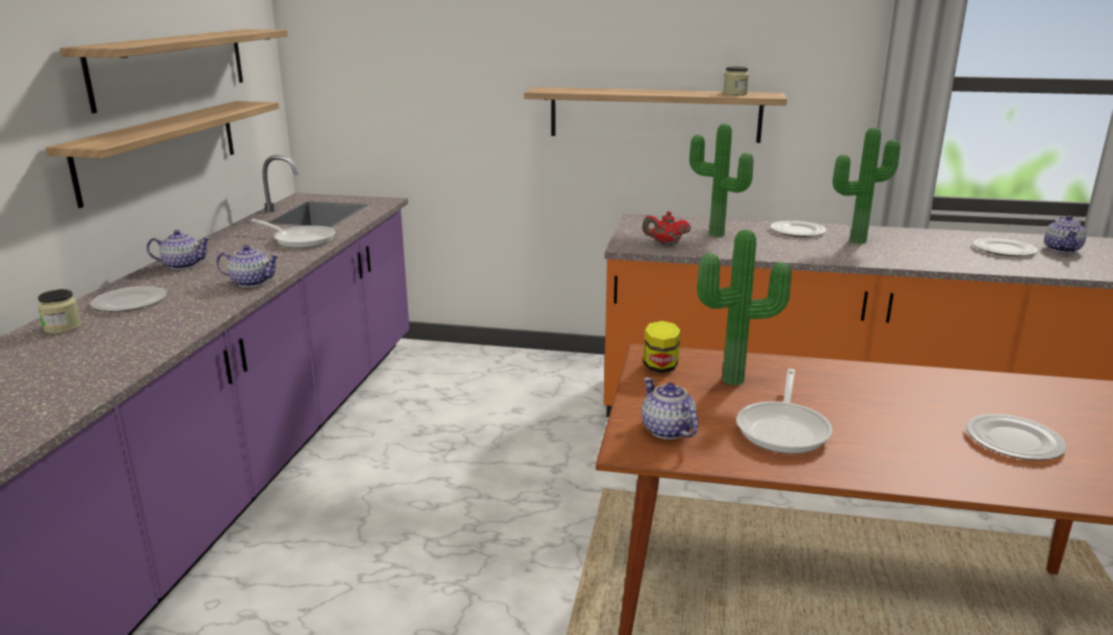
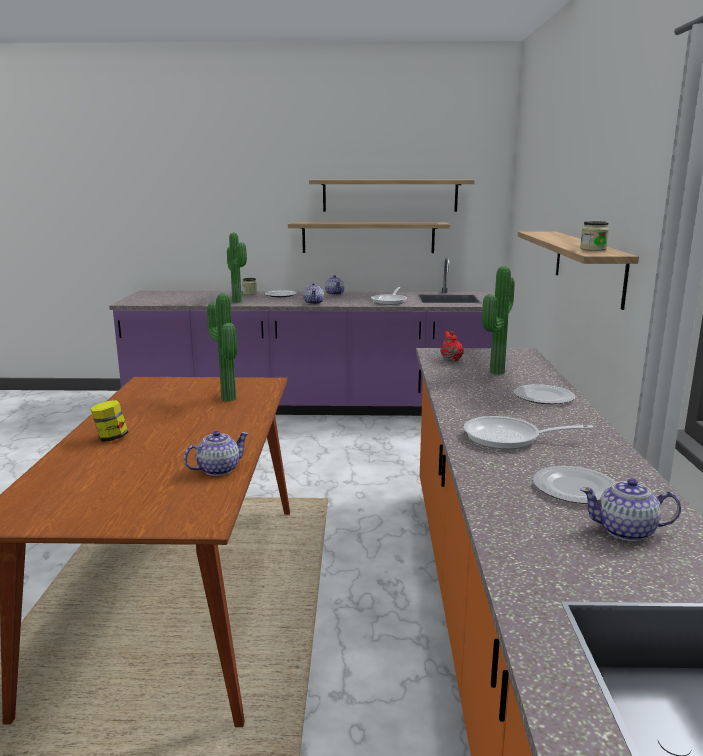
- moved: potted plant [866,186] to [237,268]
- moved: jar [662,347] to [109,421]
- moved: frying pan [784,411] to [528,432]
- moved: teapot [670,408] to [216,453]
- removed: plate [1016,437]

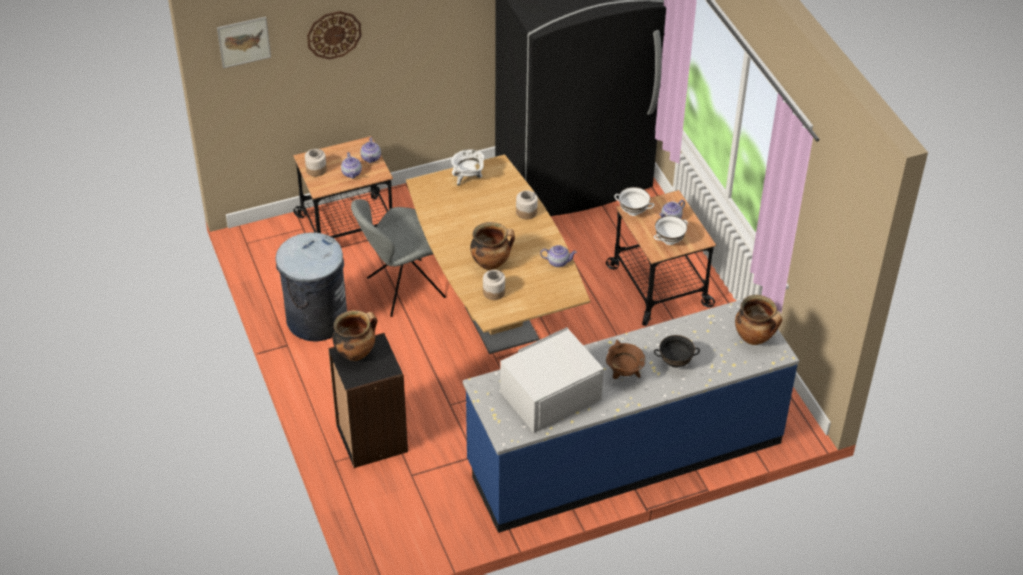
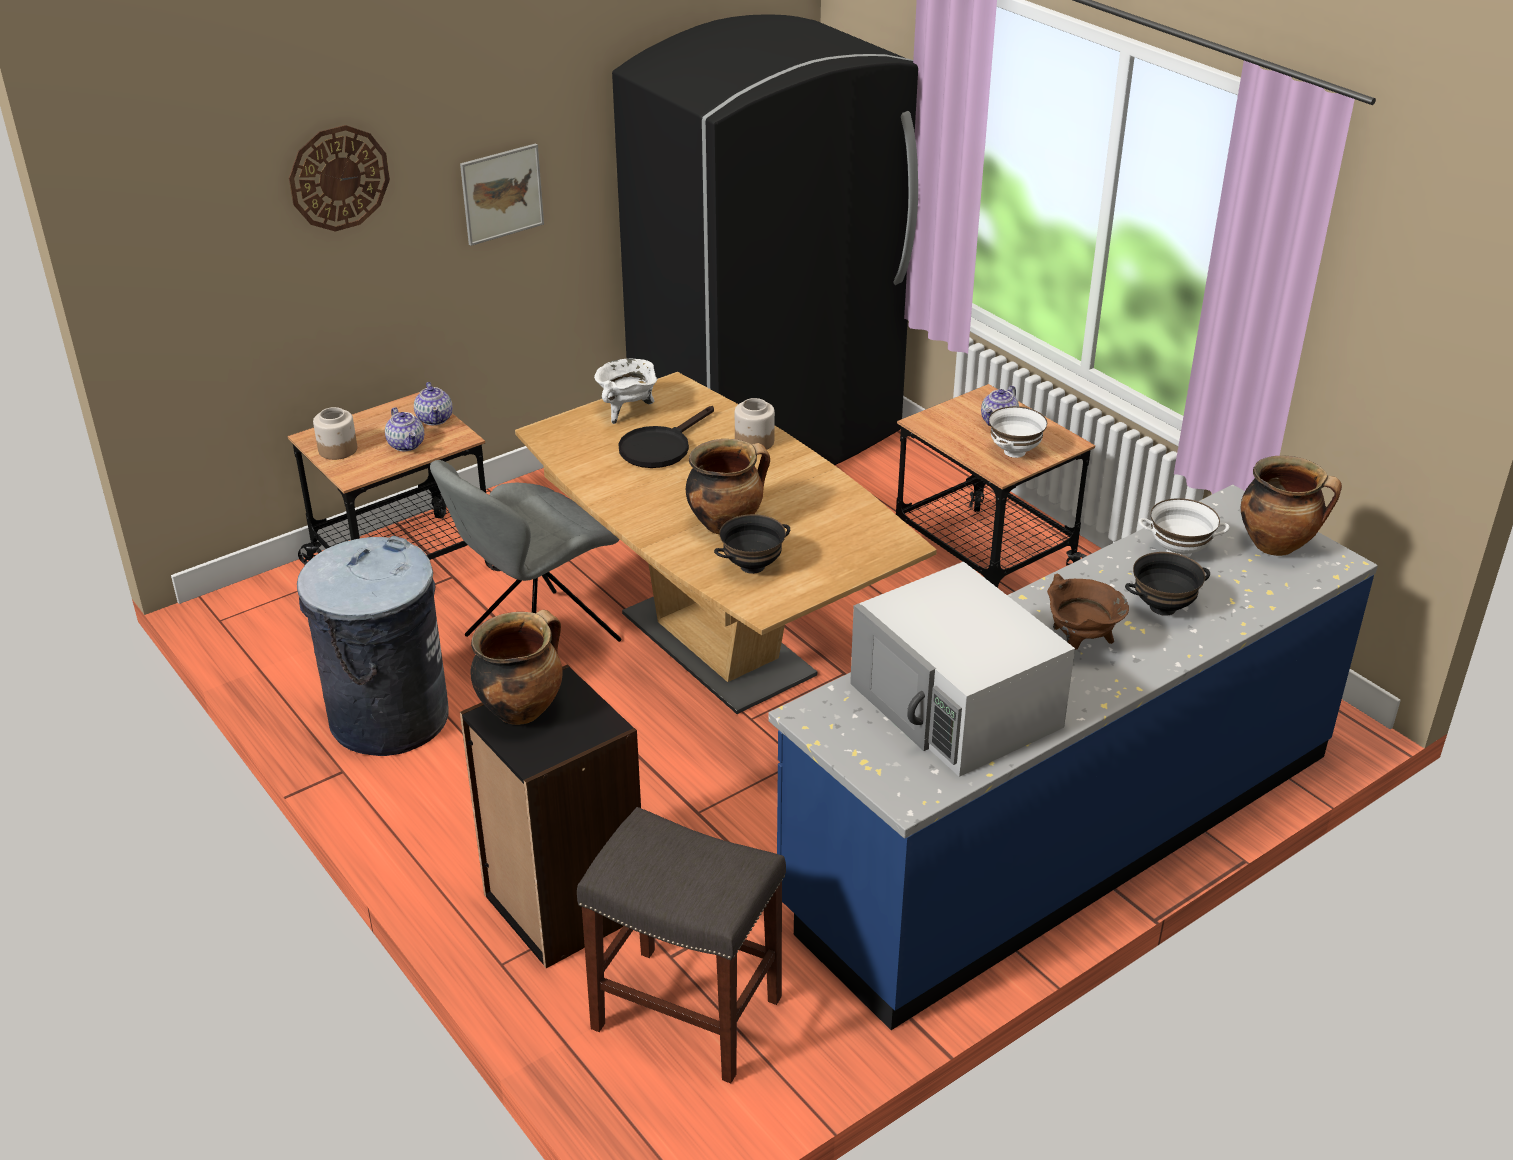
- moved: picture [244,42] to [502,194]
- moved: white bowl [634,201] to [1184,527]
- removed: teapot [558,256]
- replaced: jar [494,285] to black bowl [752,544]
- turned: white microwave [552,380] = [962,669] 75 degrees counterclockwise
- added: black frying pan [666,437]
- added: grey stool [681,945]

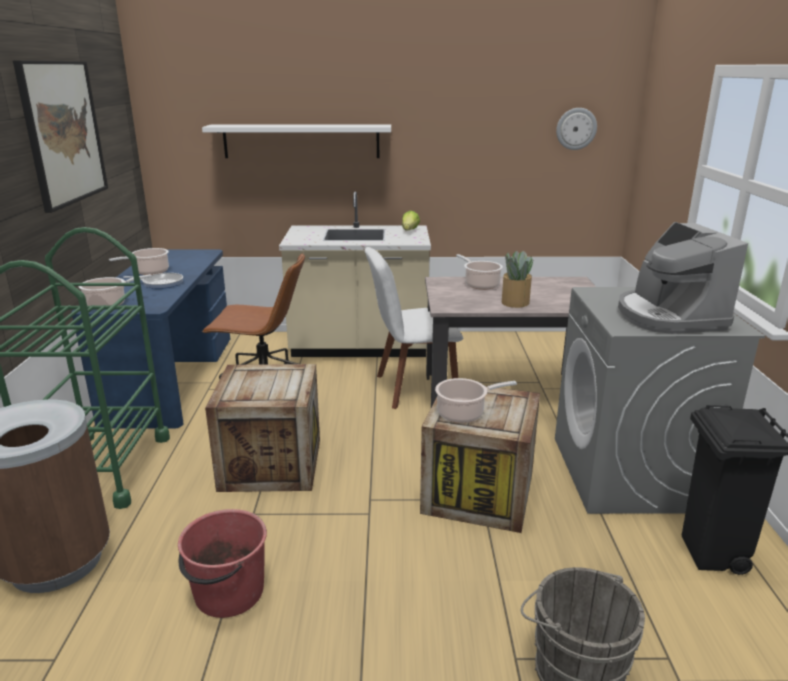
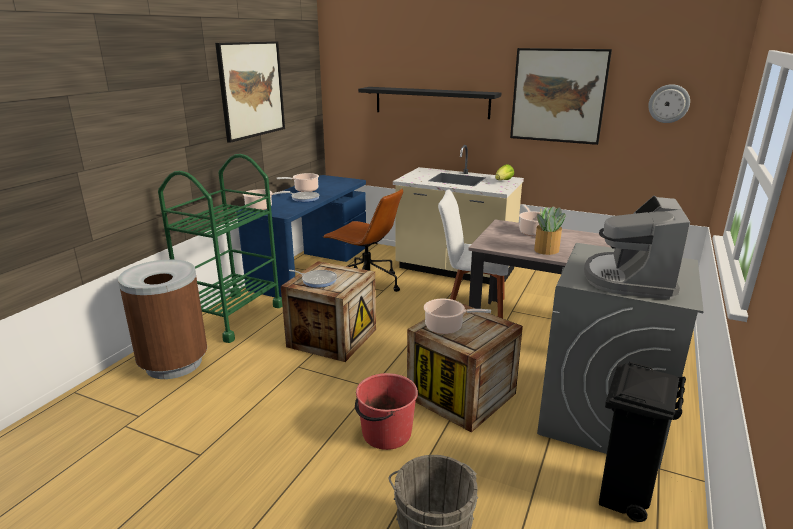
- recoloured: white shelf [296,141] to black shelf [429,103]
- moved: red bucket [222,563] to [386,411]
- added: picture [561,96]
- added: frying pan [313,279]

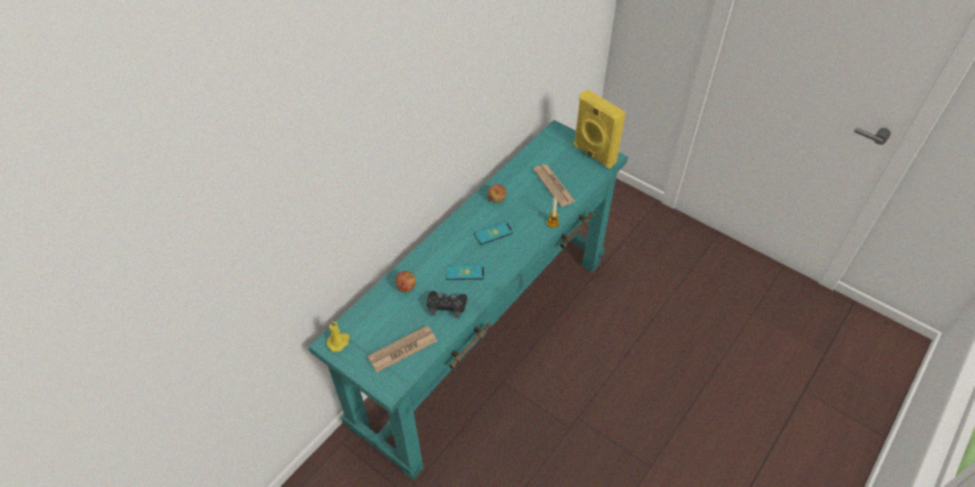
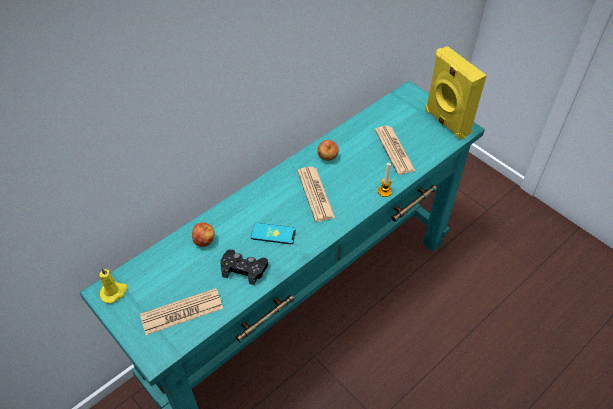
- replaced: phone [493,233] to newspaper [316,194]

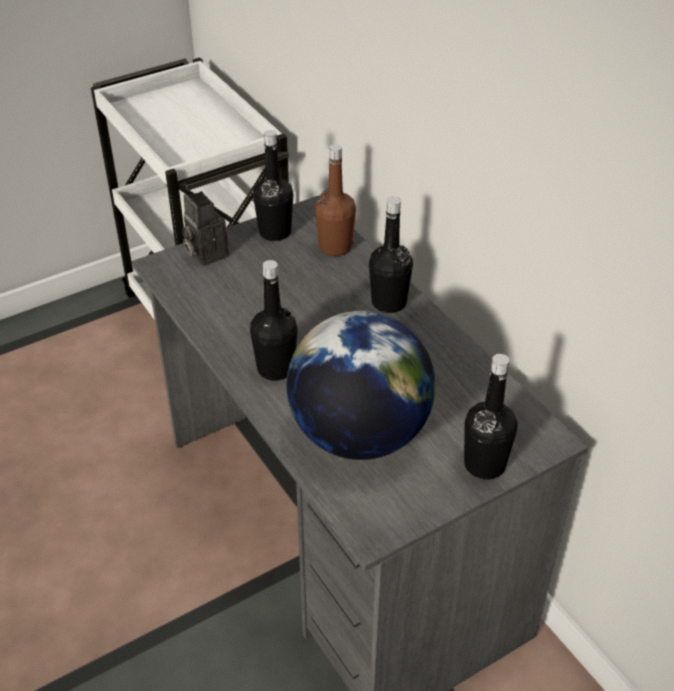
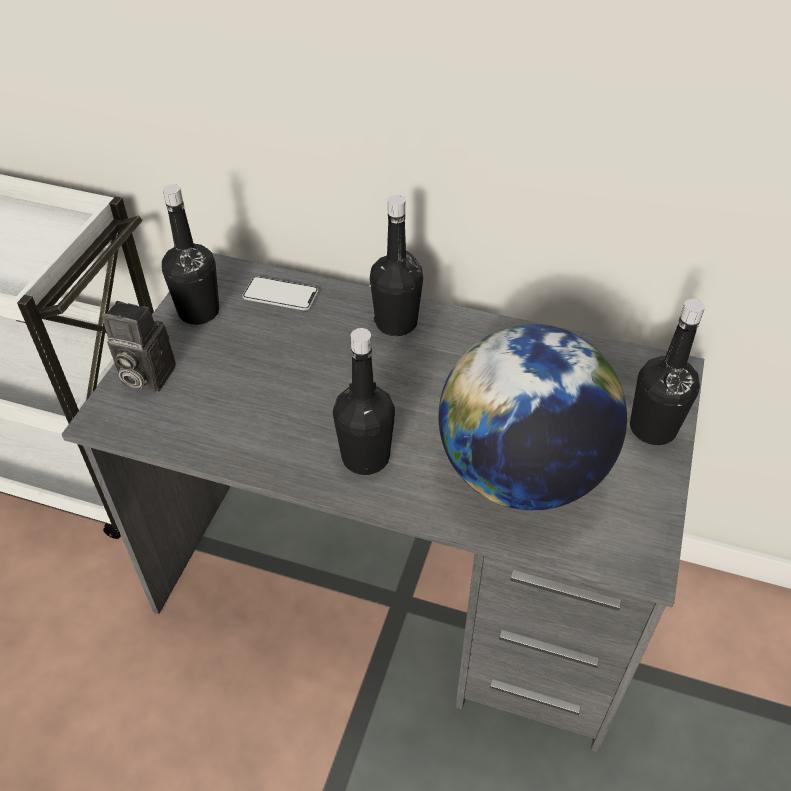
- replaced: brown bottle [335,200] to phone [280,293]

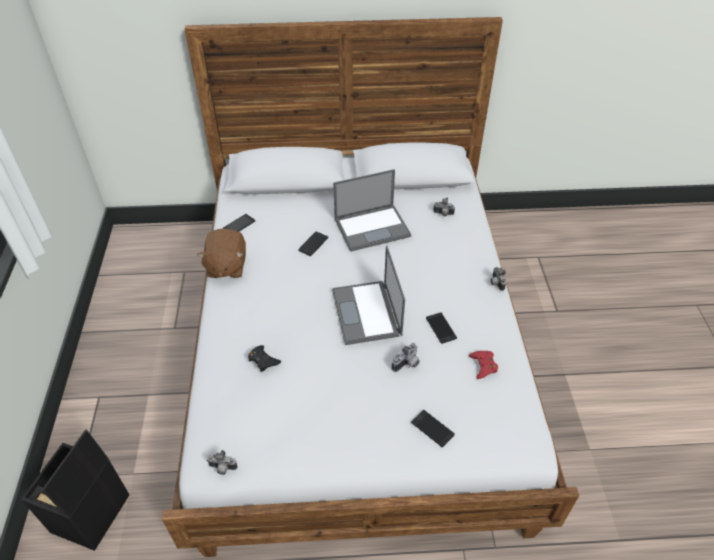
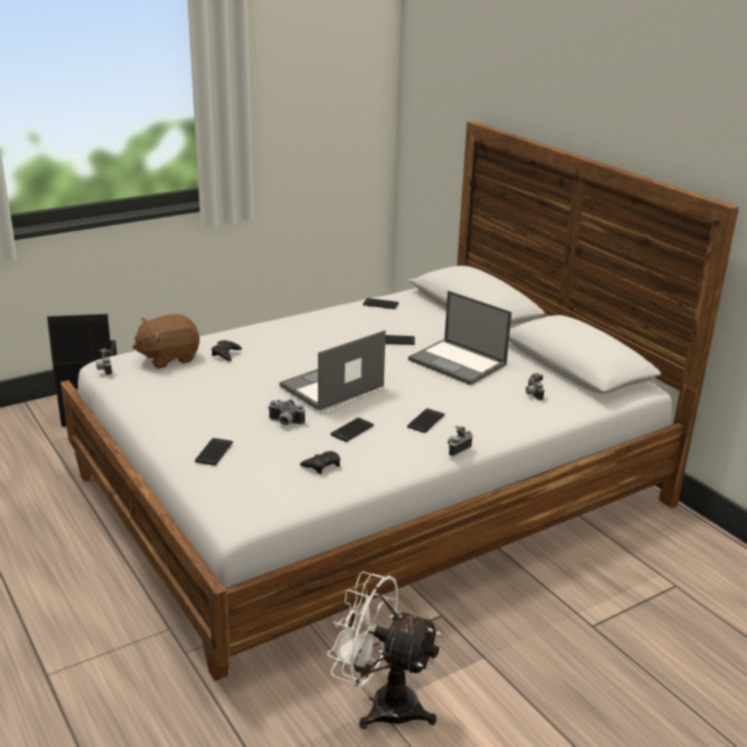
- moved: brown plush toy [221,253] to [166,341]
- recoloured: red game controller [483,365] to black game controller [320,462]
- added: phone [426,420]
- added: white fan [384,650]

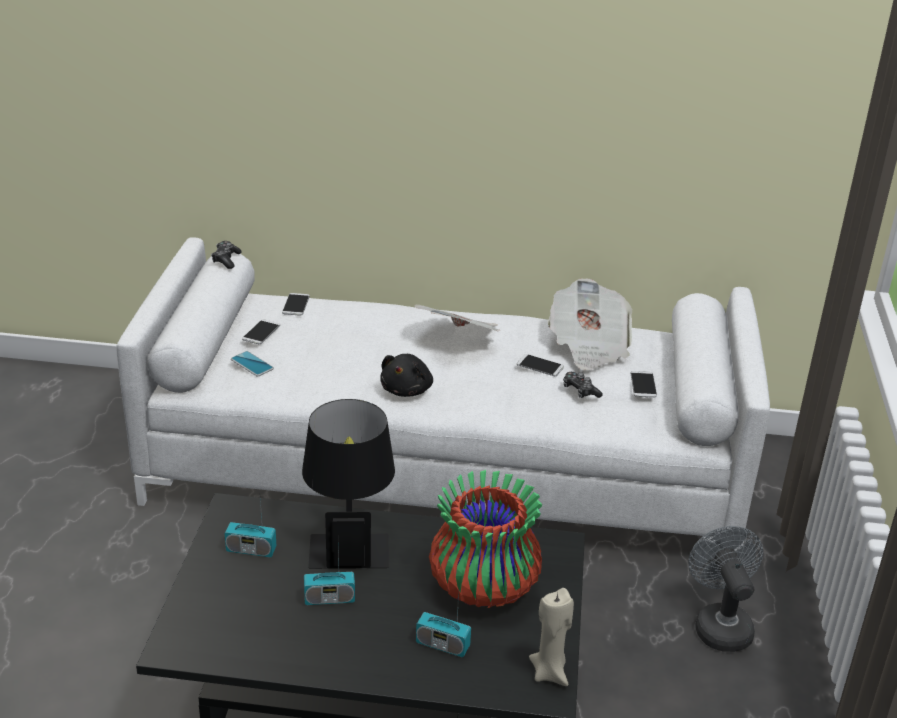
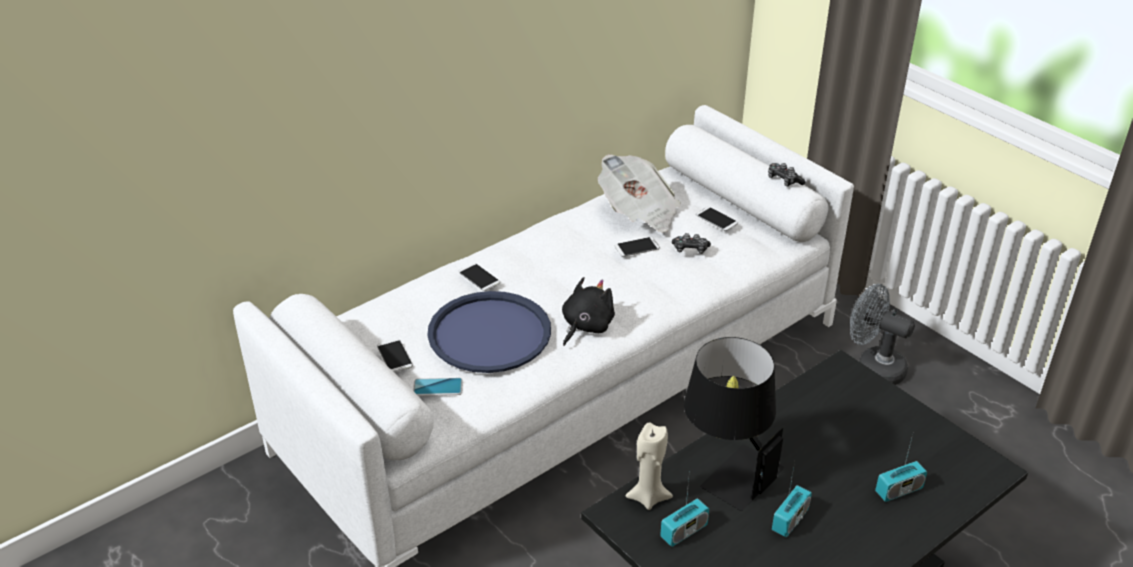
- moved: game controller [226,255] to [786,174]
- moved: phone [296,304] to [479,277]
- removed: newspaper [457,318]
- turned: black plush toy [406,375] = [588,311] 120 degrees counterclockwise
- removed: vase [485,539]
- moved: beige candle [551,637] to [649,466]
- added: blue tray [489,332]

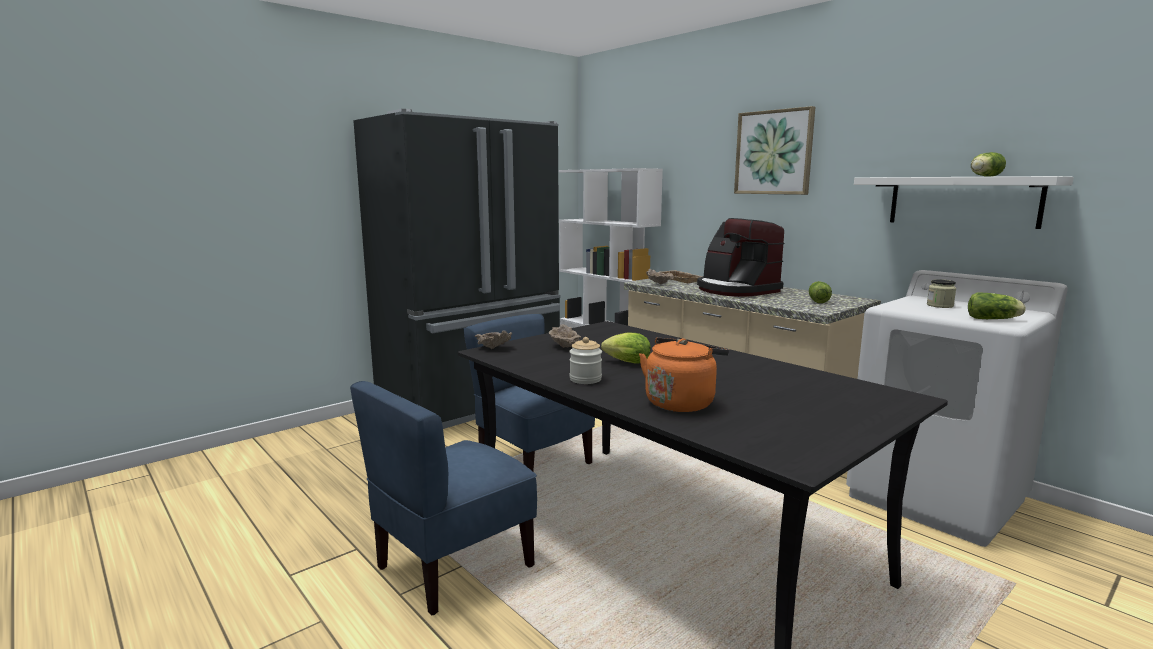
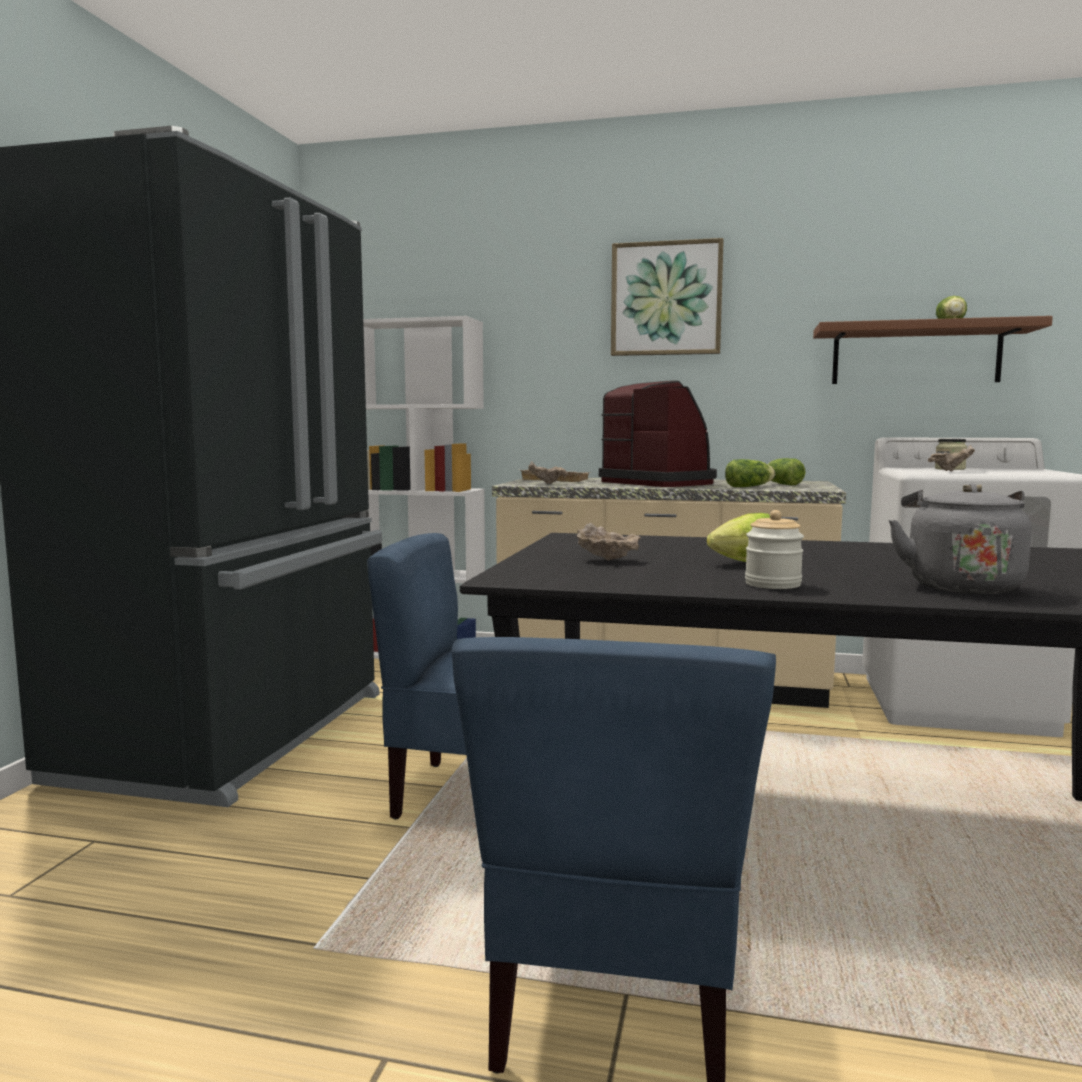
- recoloured: white shelf [964,202] to brown shelf [933,350]
- turned: coffee machine [741,257] = [658,433] 150 degrees counterclockwise
- moved: lettuce [997,306] to [750,473]
- moved: beige bowl [493,339] to [951,458]
- recoloured: orange kettle [684,375] to grey kettle [960,538]

